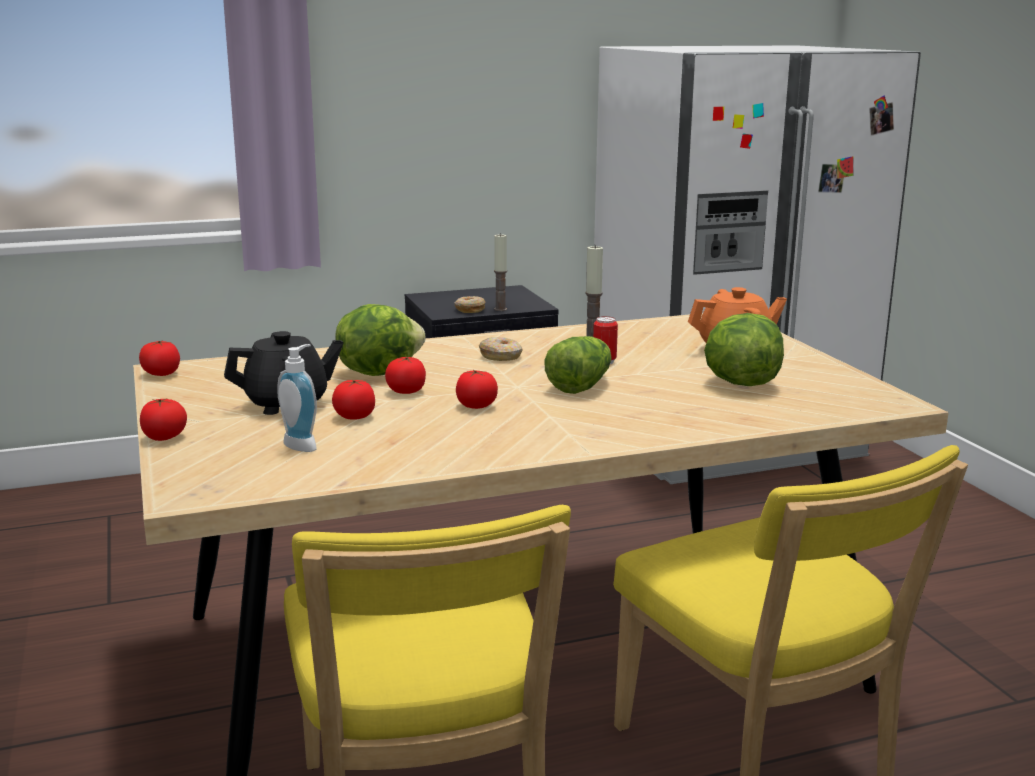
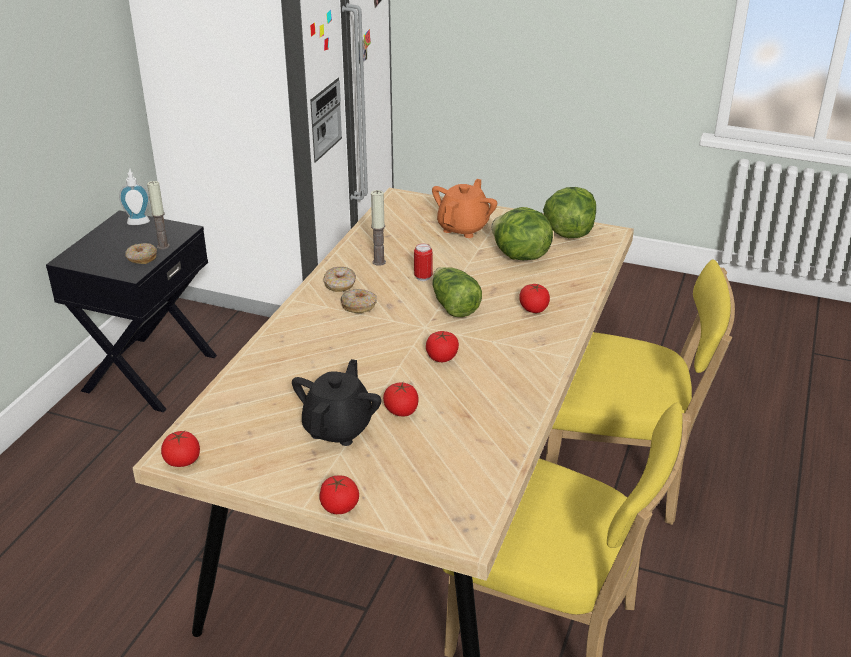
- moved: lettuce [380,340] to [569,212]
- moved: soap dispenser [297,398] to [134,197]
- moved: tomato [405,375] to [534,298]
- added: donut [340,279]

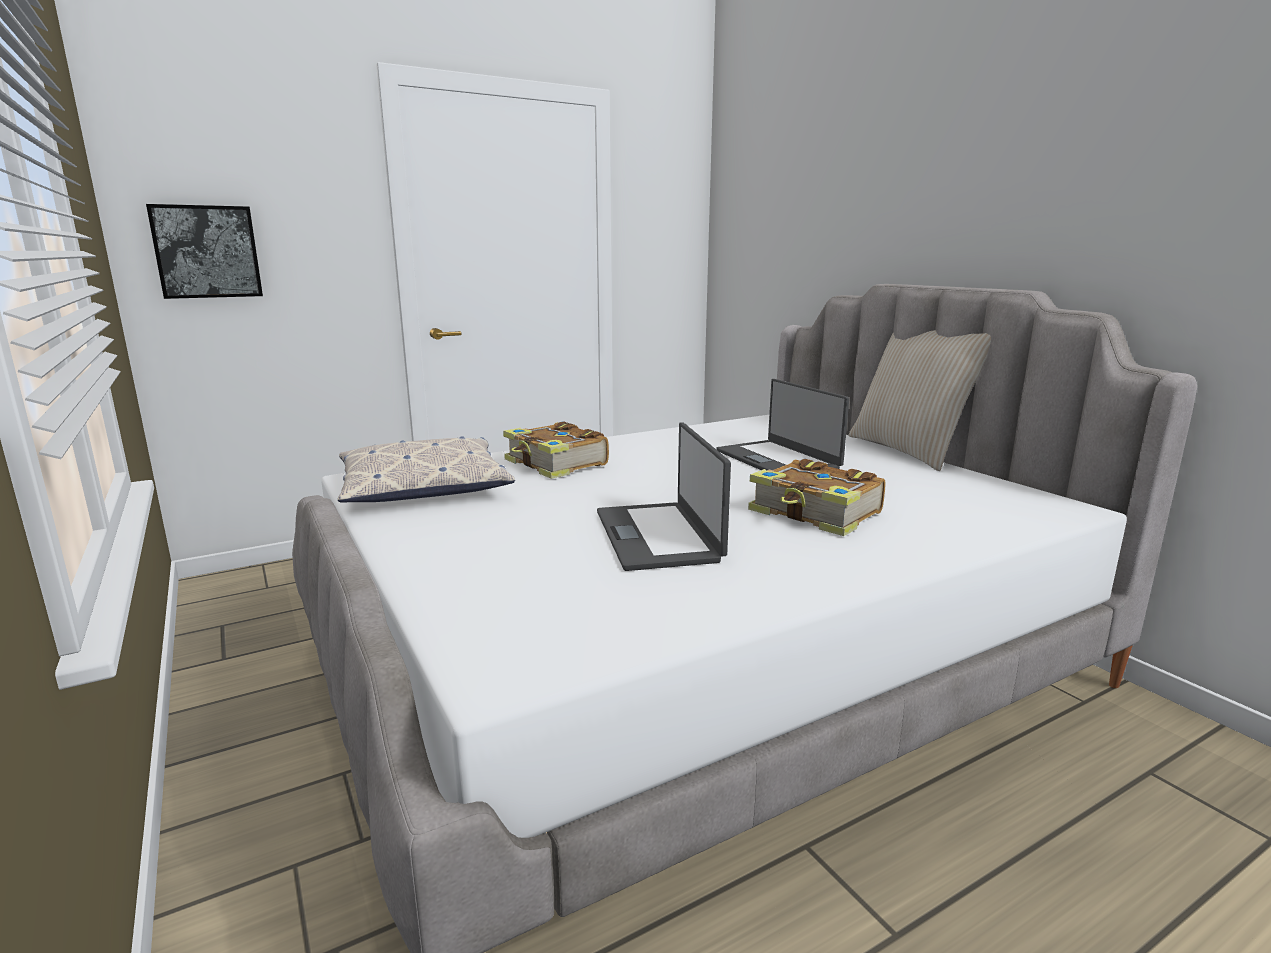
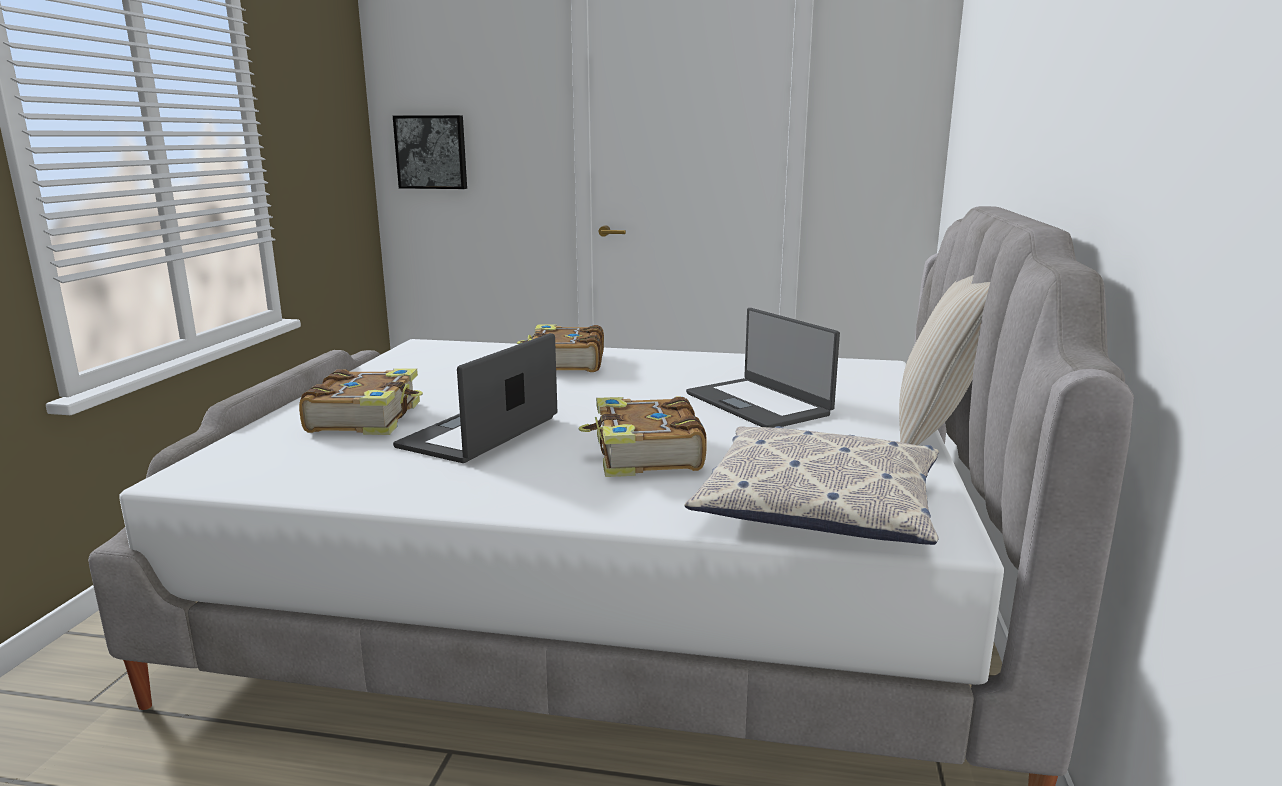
- turned: laptop [783,424] = [763,368] 45 degrees counterclockwise
- moved: pillow [426,469] to [811,485]
- added: book [361,401]

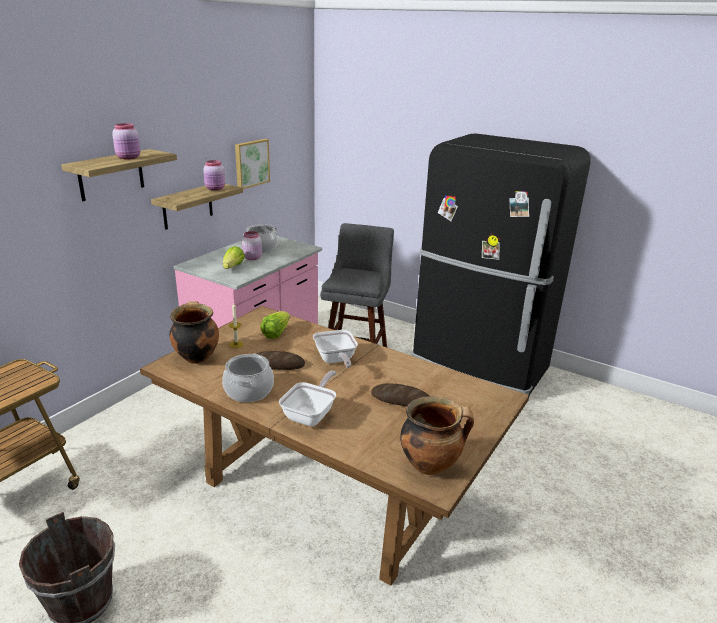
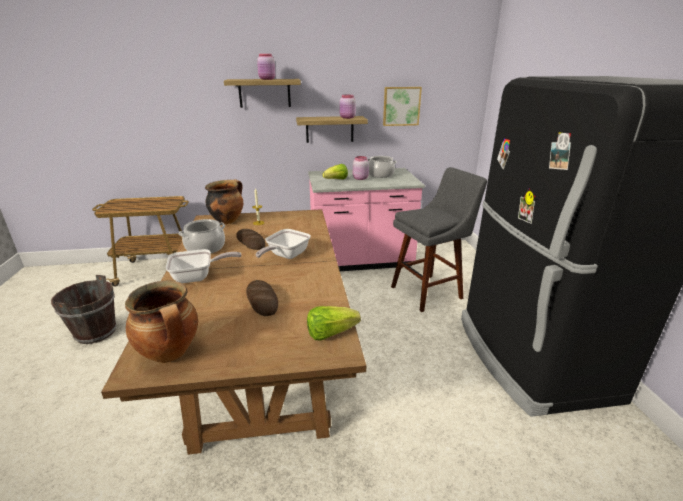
- moved: lettuce [275,325] to [334,323]

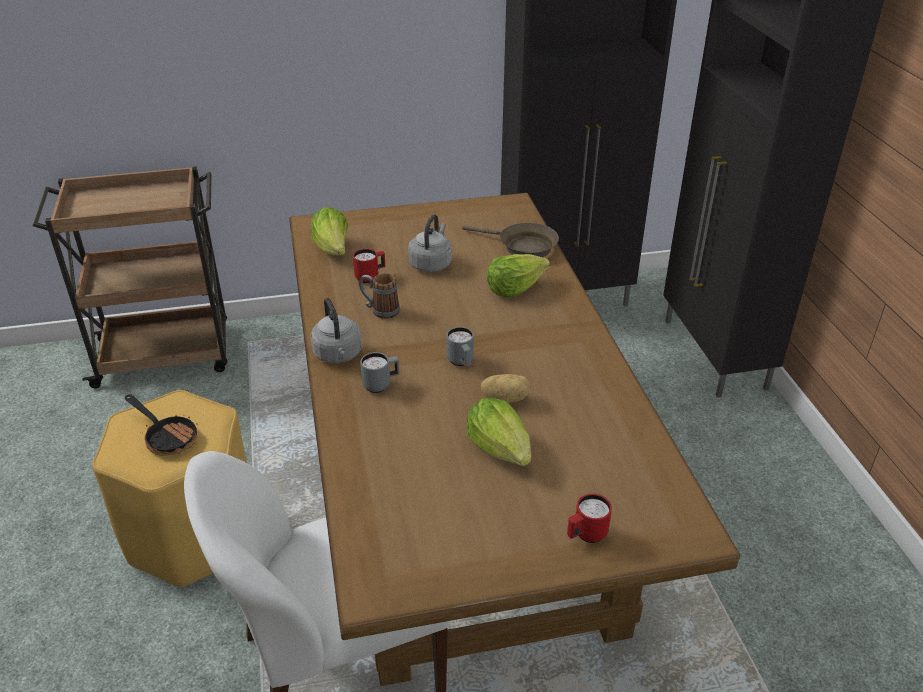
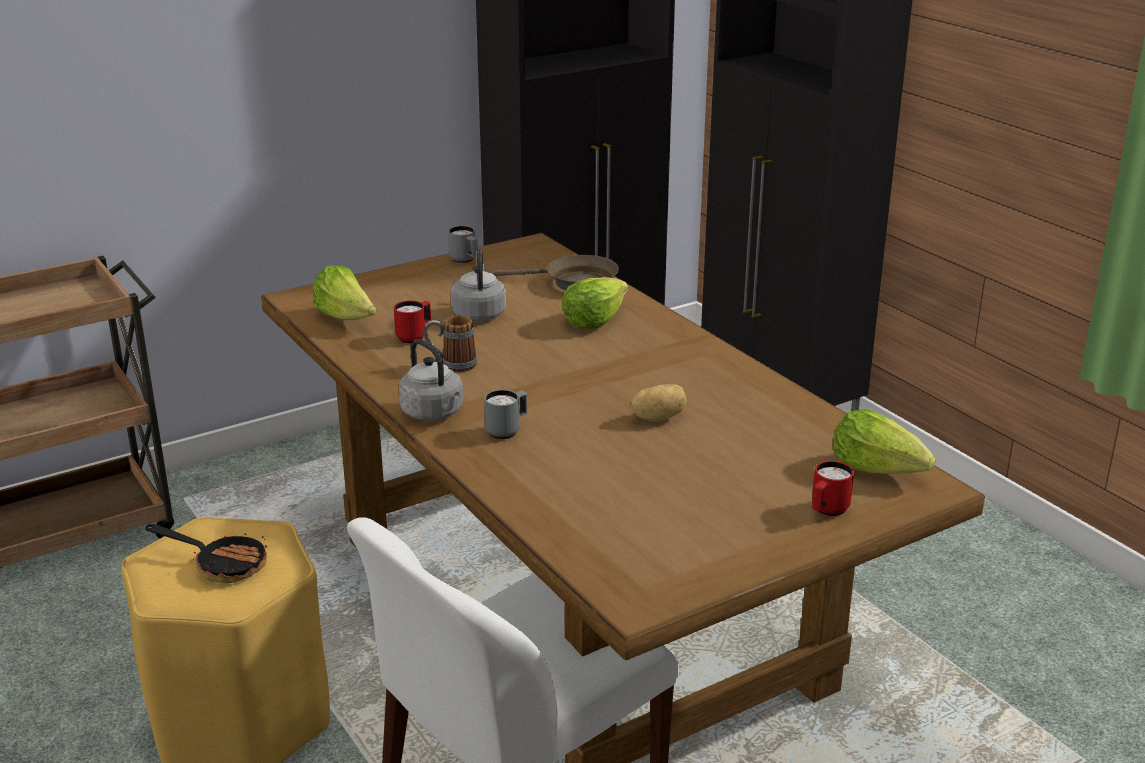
- moved: grey mug [460,346] to [463,244]
- moved: lettuce [499,432] to [884,441]

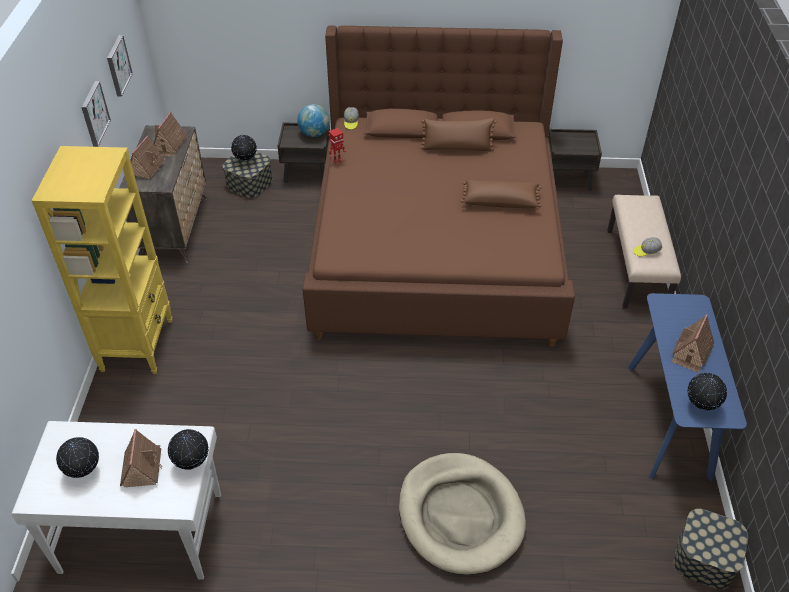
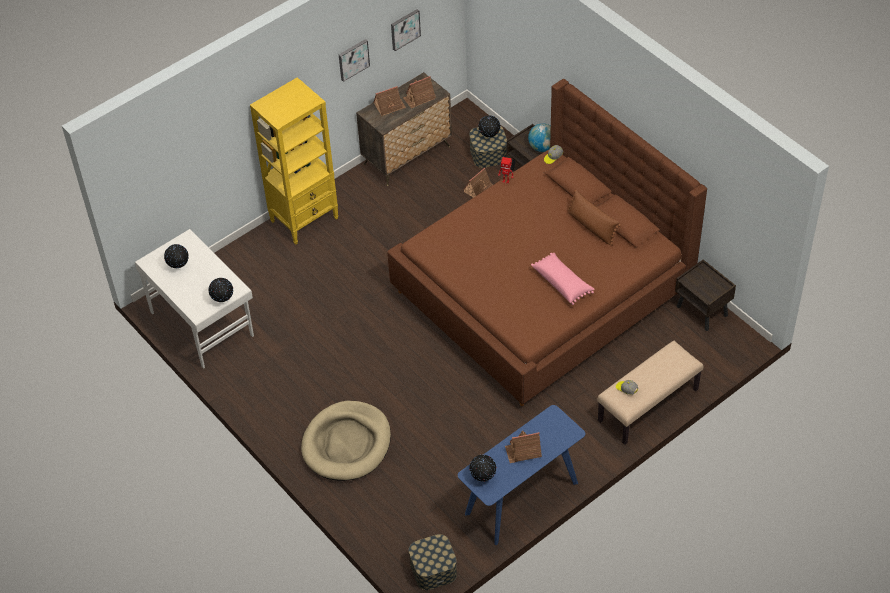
- recoloured: brown pillow [501,194] to pink pillow [563,279]
- moved: toy house [141,458] to [478,183]

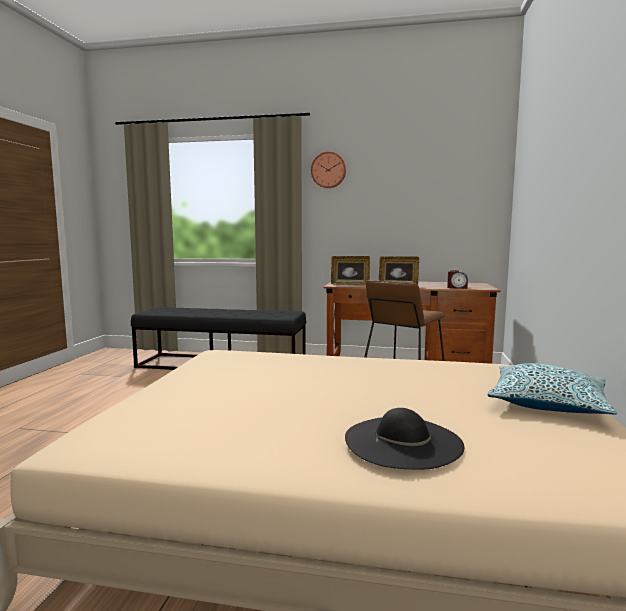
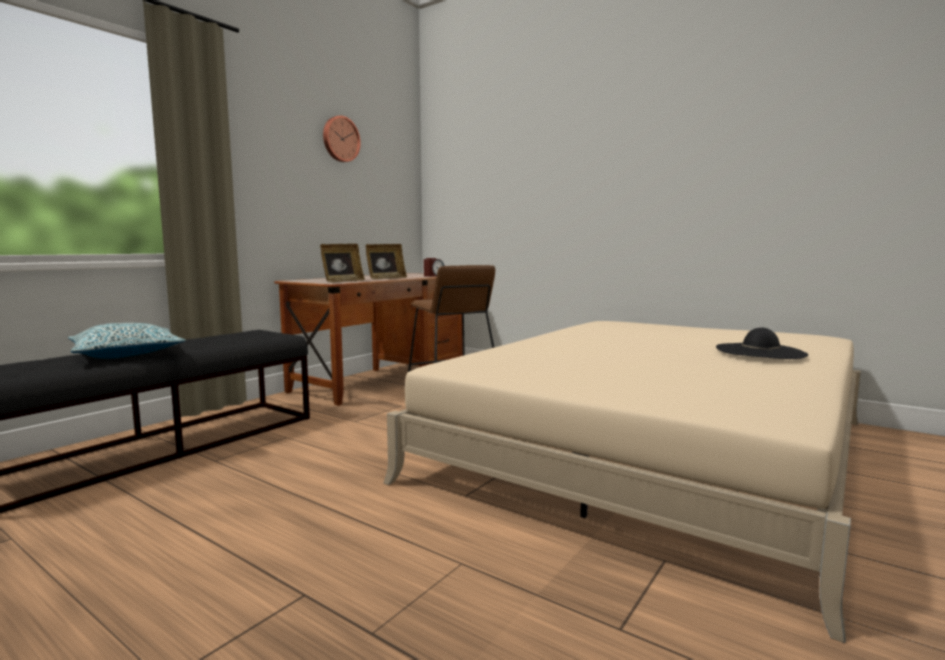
- moved: wall clock [328,170] to [342,139]
- moved: pillow [552,389] to [127,340]

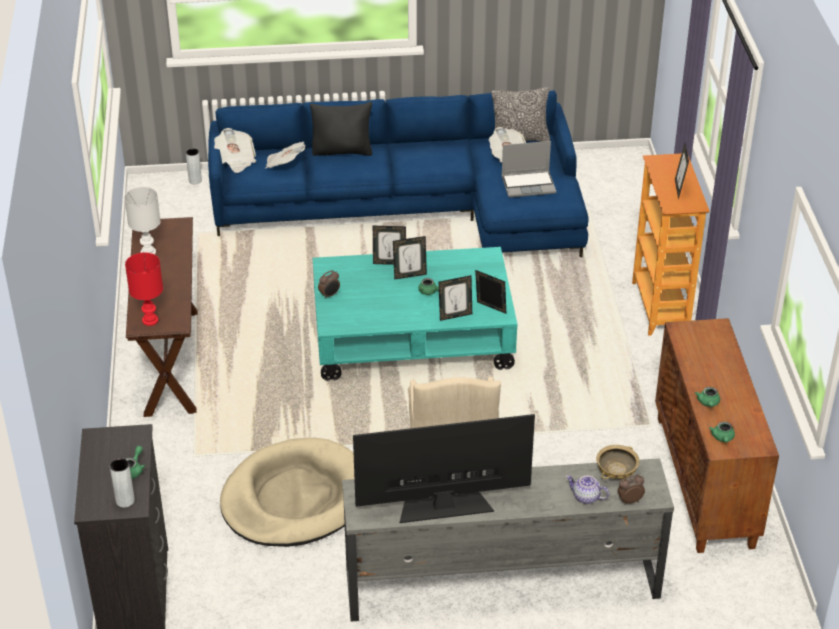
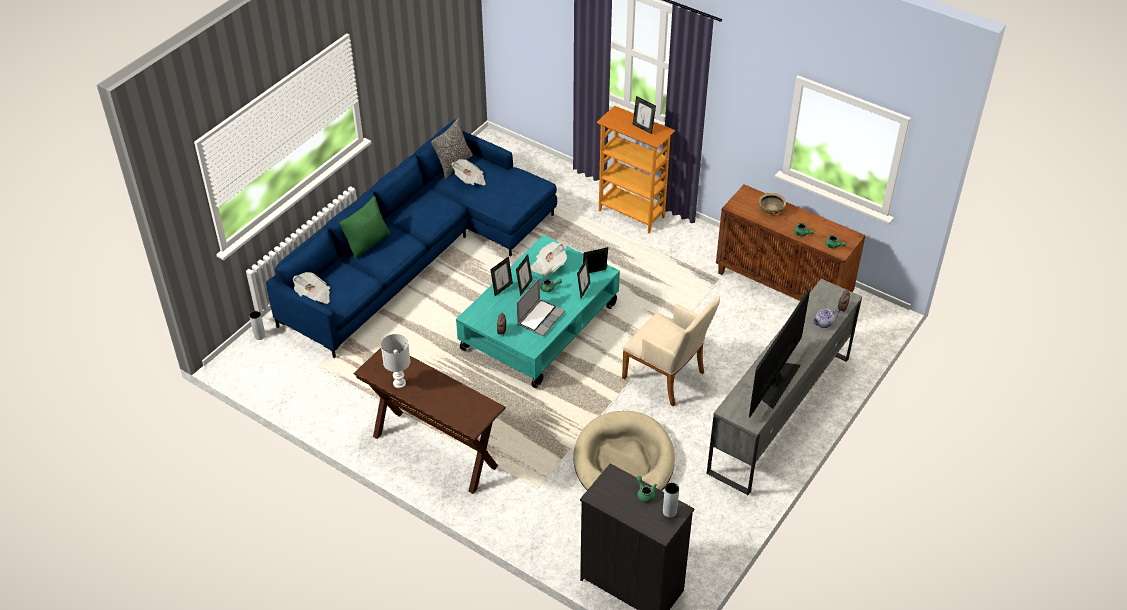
- recoloured: black pillow [341,129] to green pillow [364,227]
- moved: laptop [528,169] to [541,307]
- moved: newspaper [285,155] to [548,259]
- removed: red table lamp [144,289]
- moved: beige bowl [617,462] to [772,204]

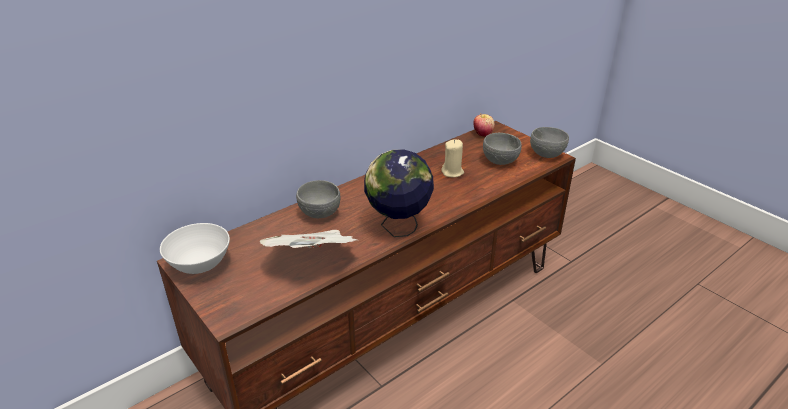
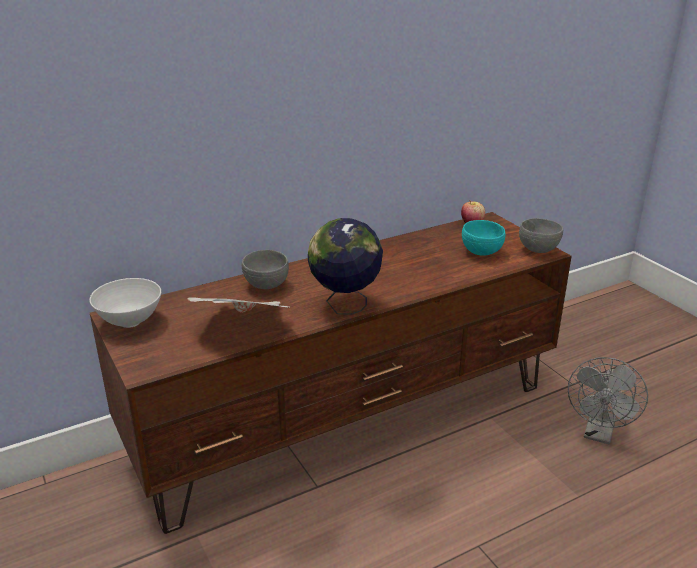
- recoloured: grey bowl [502,149] to turquoise bowl [483,238]
- removed: beige candle [452,158]
- added: grey fan [608,400]

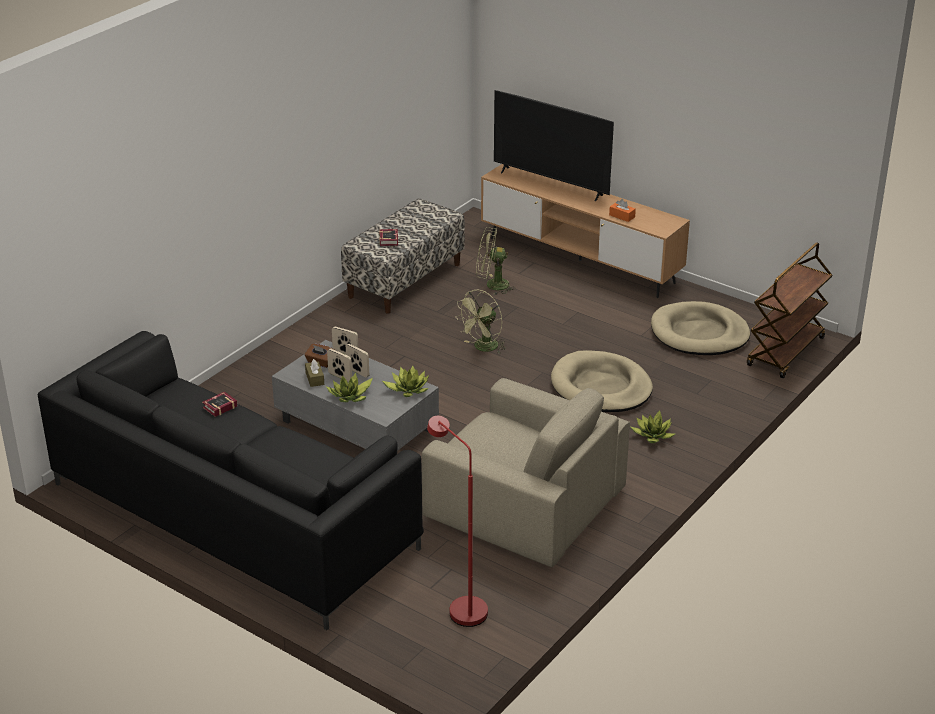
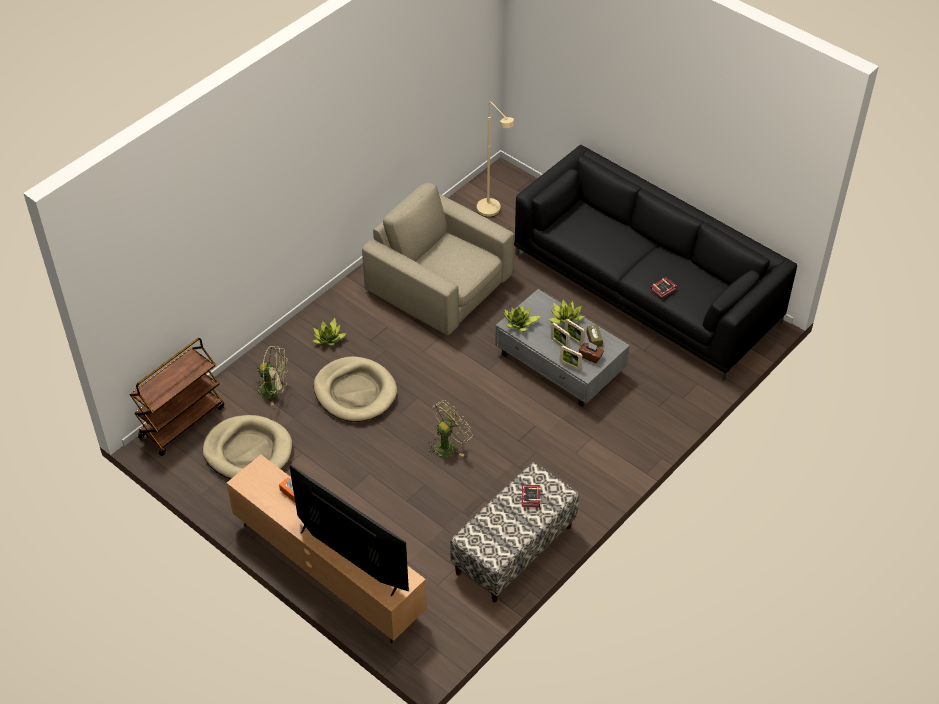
- moved: green fan [496,261] to [271,376]
- recoloured: red floor lamp [457,521] to beige floor lamp [495,159]

